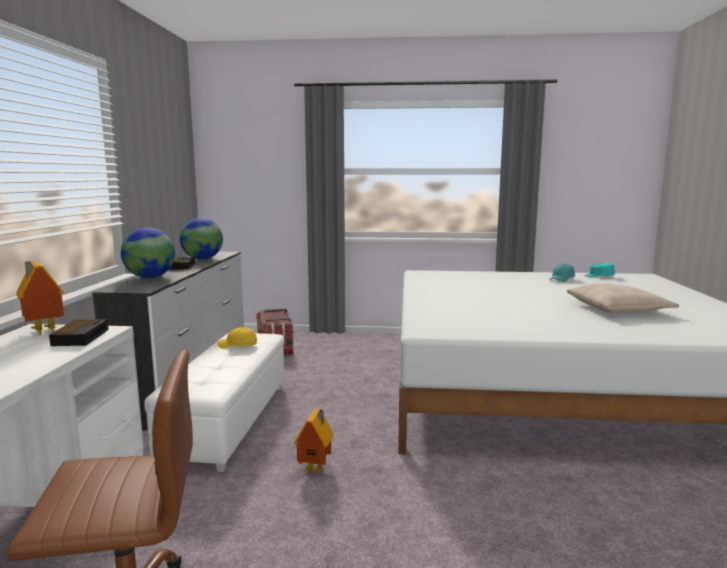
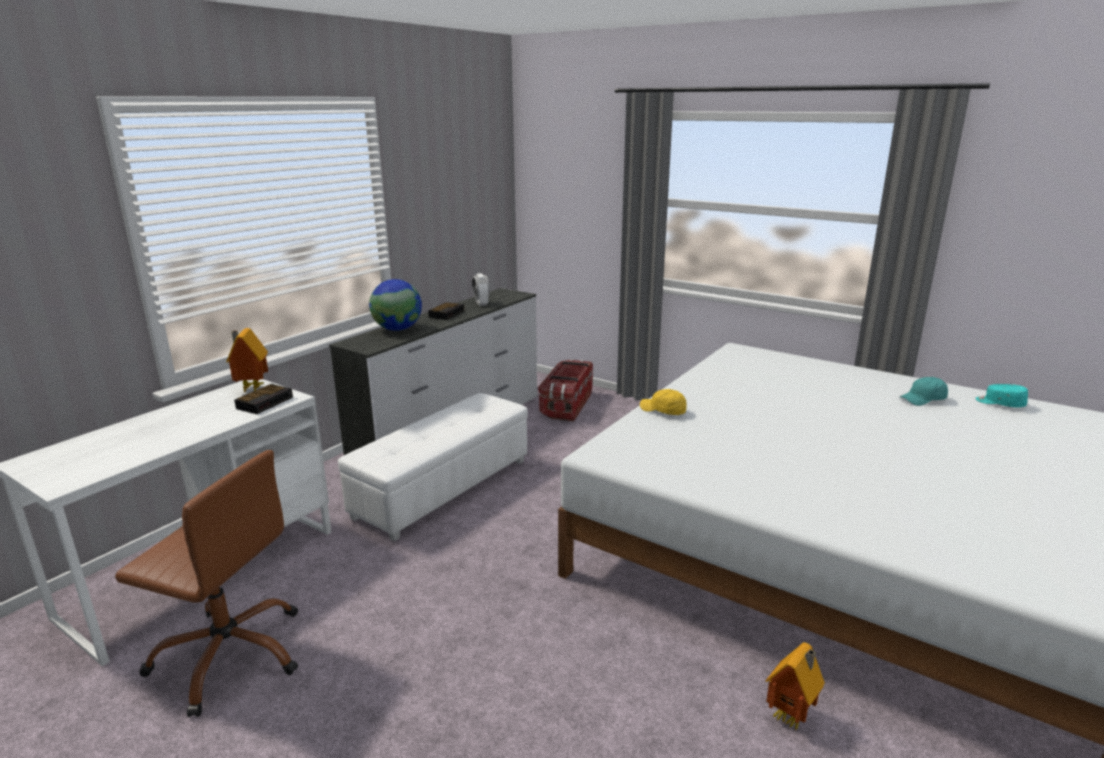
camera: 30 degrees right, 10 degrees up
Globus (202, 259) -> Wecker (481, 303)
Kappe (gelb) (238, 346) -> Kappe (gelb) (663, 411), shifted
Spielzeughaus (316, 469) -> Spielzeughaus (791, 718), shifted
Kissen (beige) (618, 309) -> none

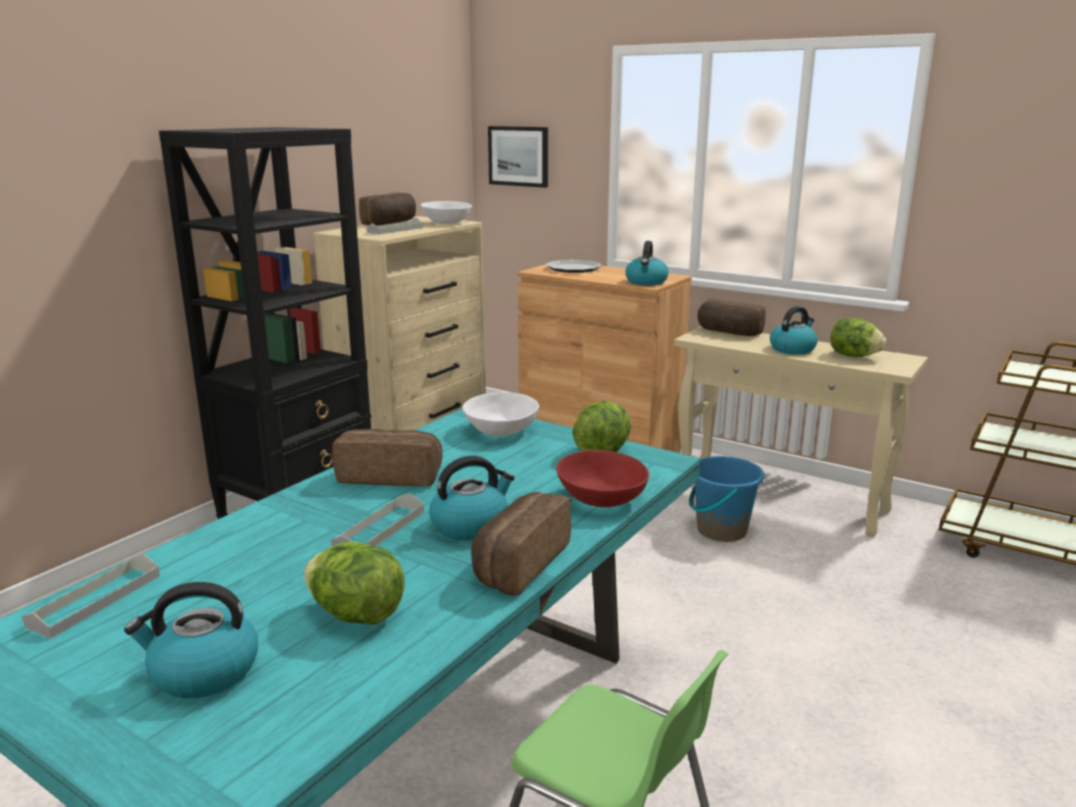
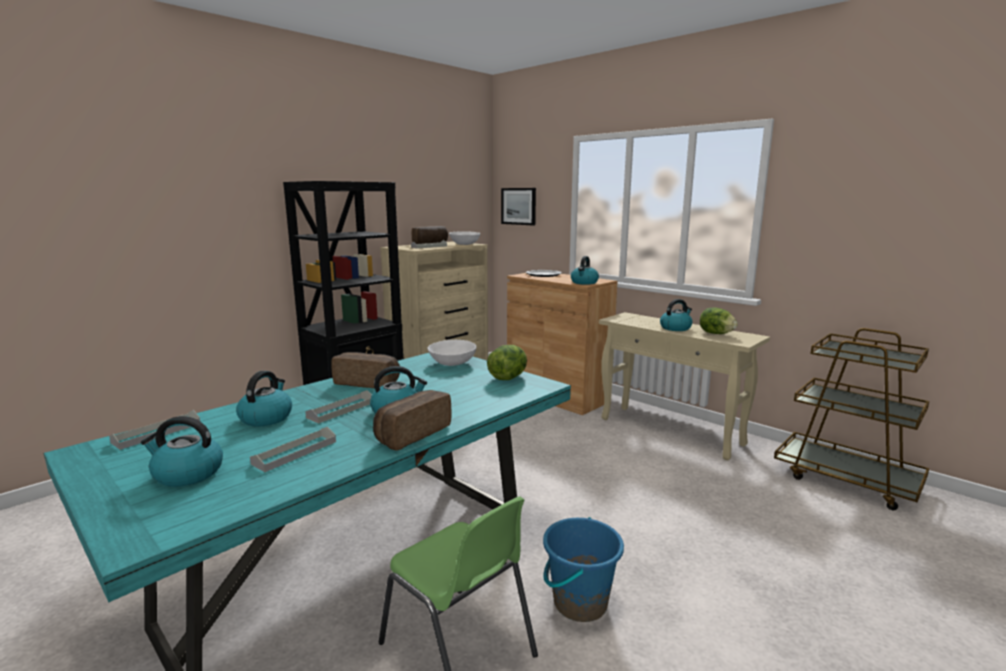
camera: 10 degrees right, 5 degrees down
none -> Wasserkessel (266, 417)
Salatkopf (357, 615) -> Tablett (grau) (295, 452)
Eimer (blau) (721, 530) -> Eimer (blau) (579, 602), shifted
Schüssel (rot) (600, 499) -> none
Brot (728, 332) -> none

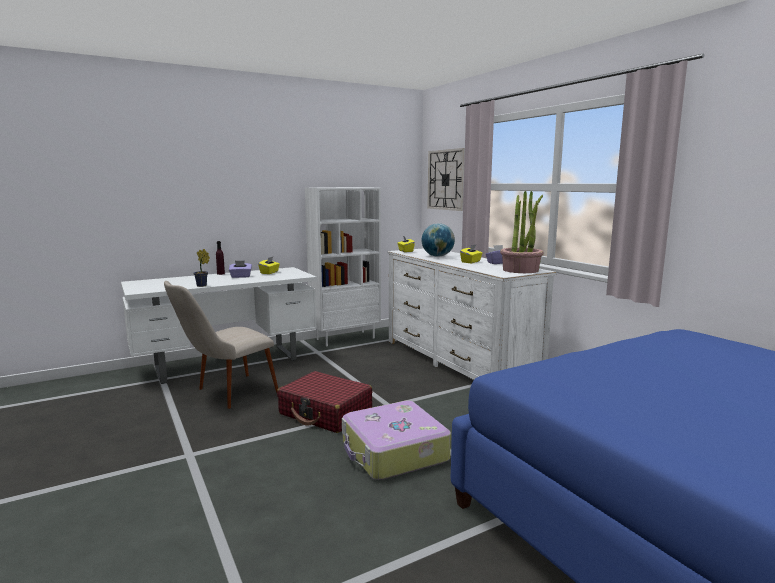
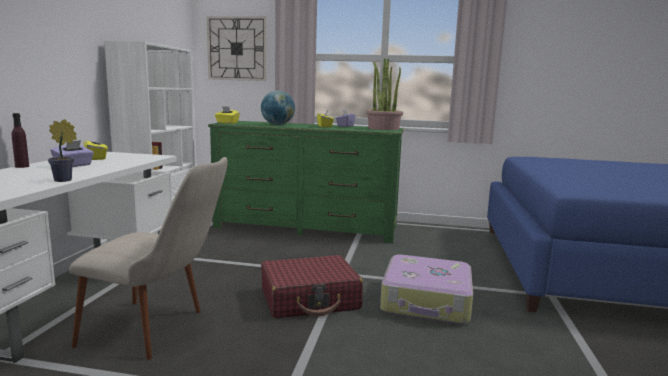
camera: 50 degrees left, 0 degrees up
Stuhl (beige) (225, 394) -> Stuhl (beige) (160, 330), 75 degrees counterclockwise
Kommode (weiß) (457, 361) -> Kommode (grün) (306, 226)

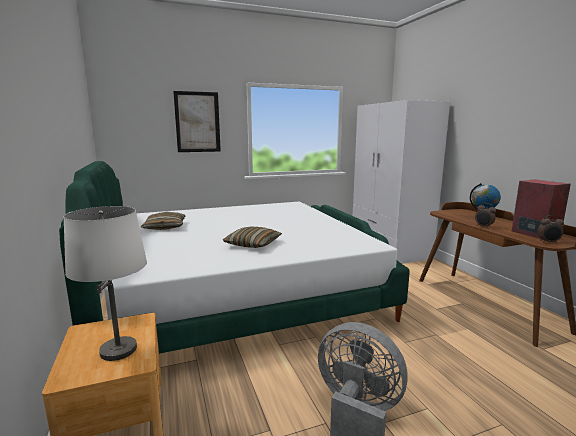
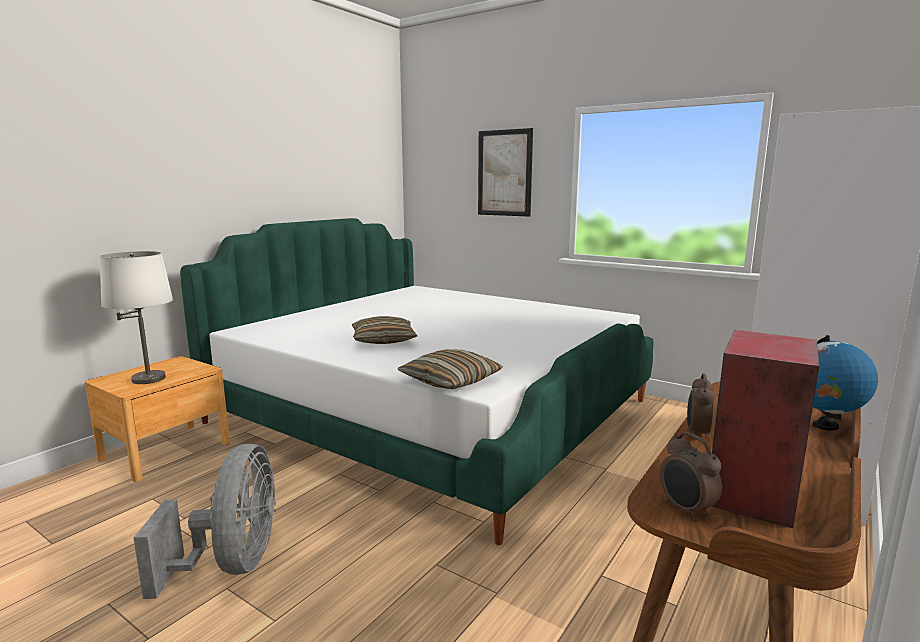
camera: 55 degrees right, 0 degrees up
Kissen (165, 227) -> Kissen (450, 381), shifted

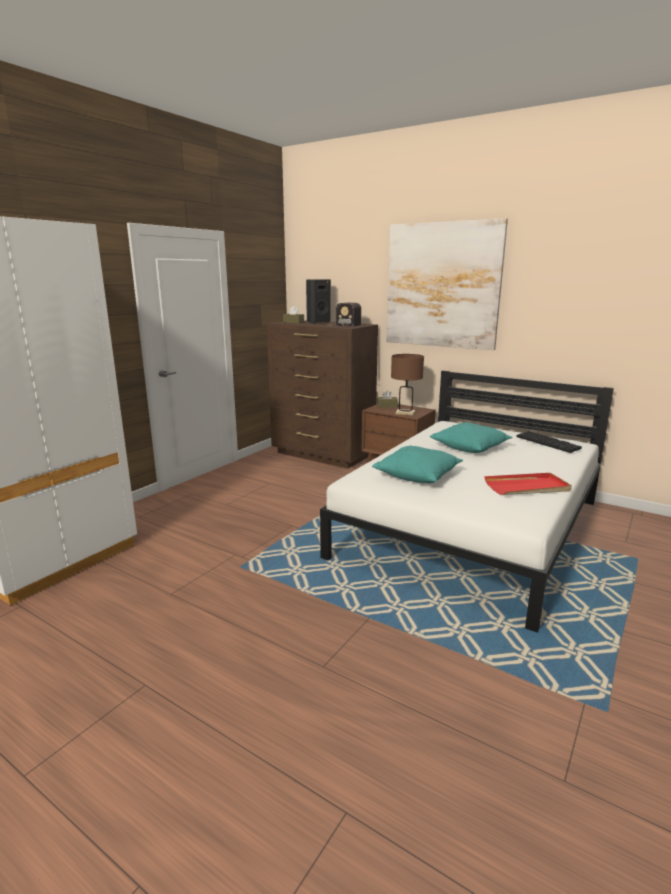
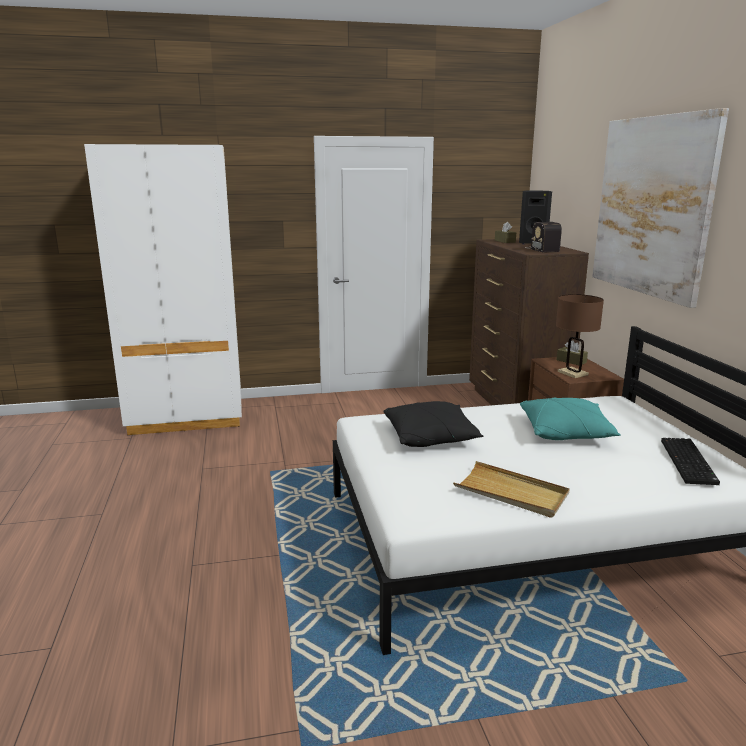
camera: 45 degrees right, 0 degrees up
Kissen (türkis) (417, 475) -> Kissen (schwarz) (431, 437)
Tablett (rot) (527, 487) -> Tablett (beige) (511, 493)

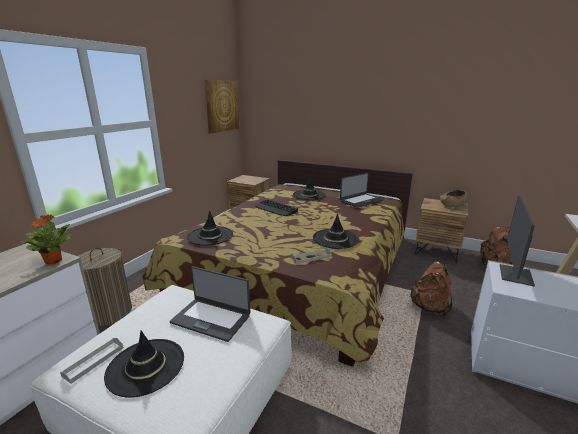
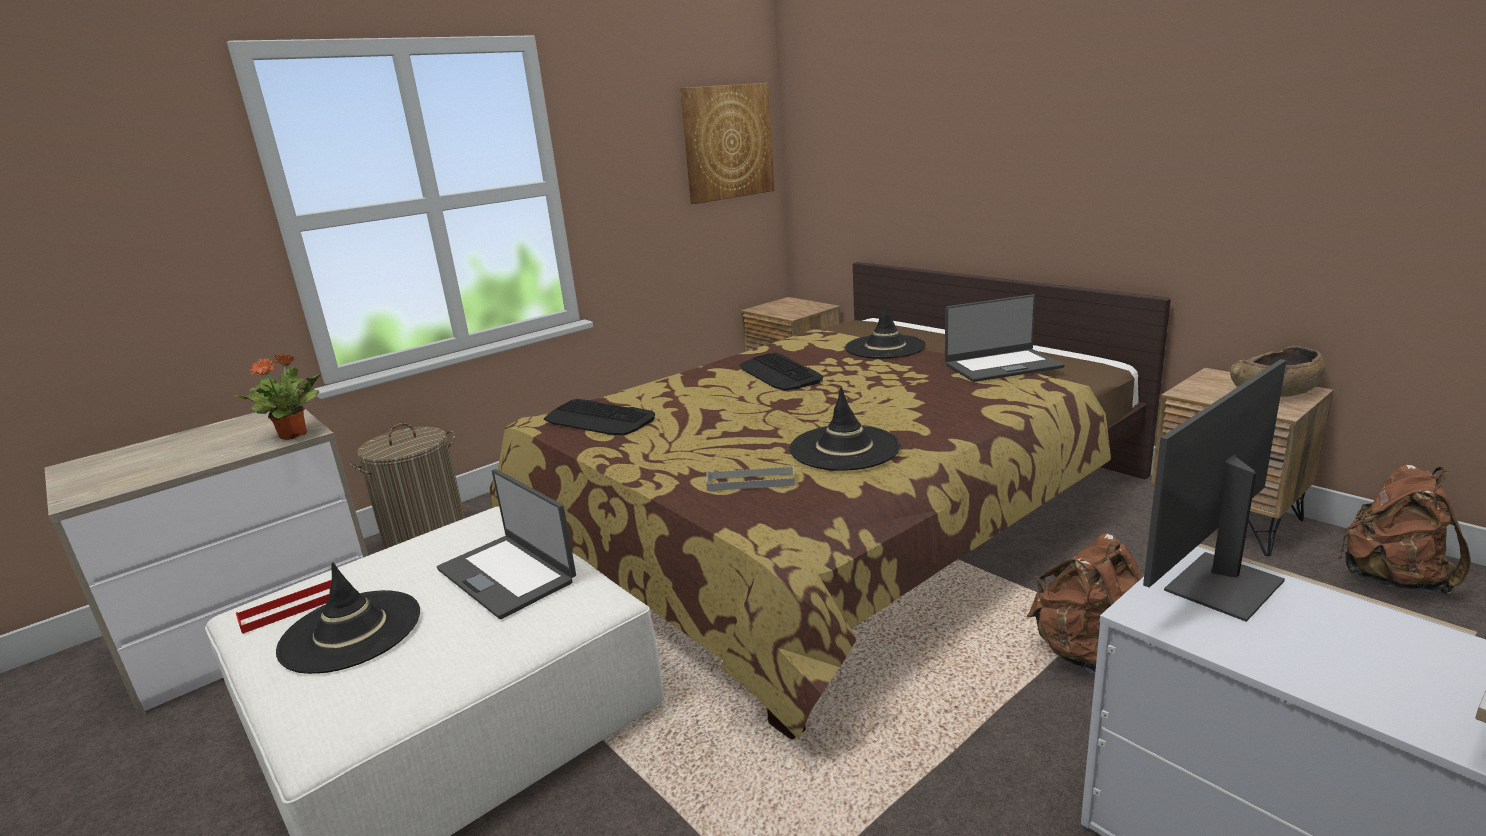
camera: 25 degrees right, 0 degrees up
Tablett (grau) (94, 361) -> Tablett (rot) (293, 608)
Hut (schwarz) (210, 236) -> Tastatur (599, 419)

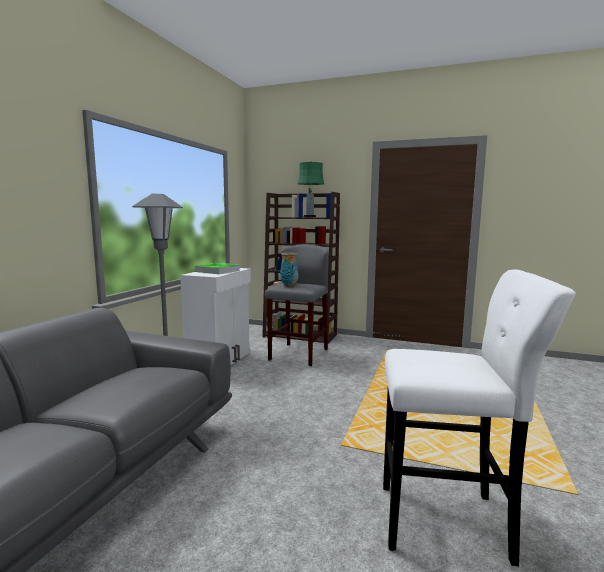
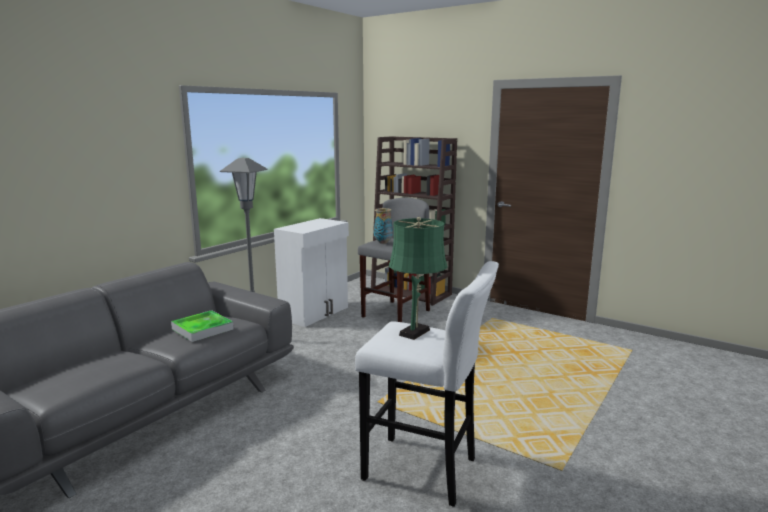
camera: 15 degrees right, 5 degrees up
Tablett (217, 271) -> Tablett (202, 329), shifted
Tischlampe (grün) (310, 217) -> Tischlampe (grün) (416, 331), shifted

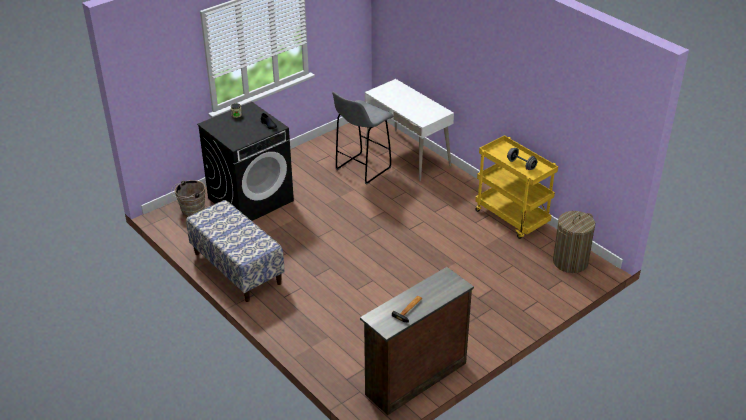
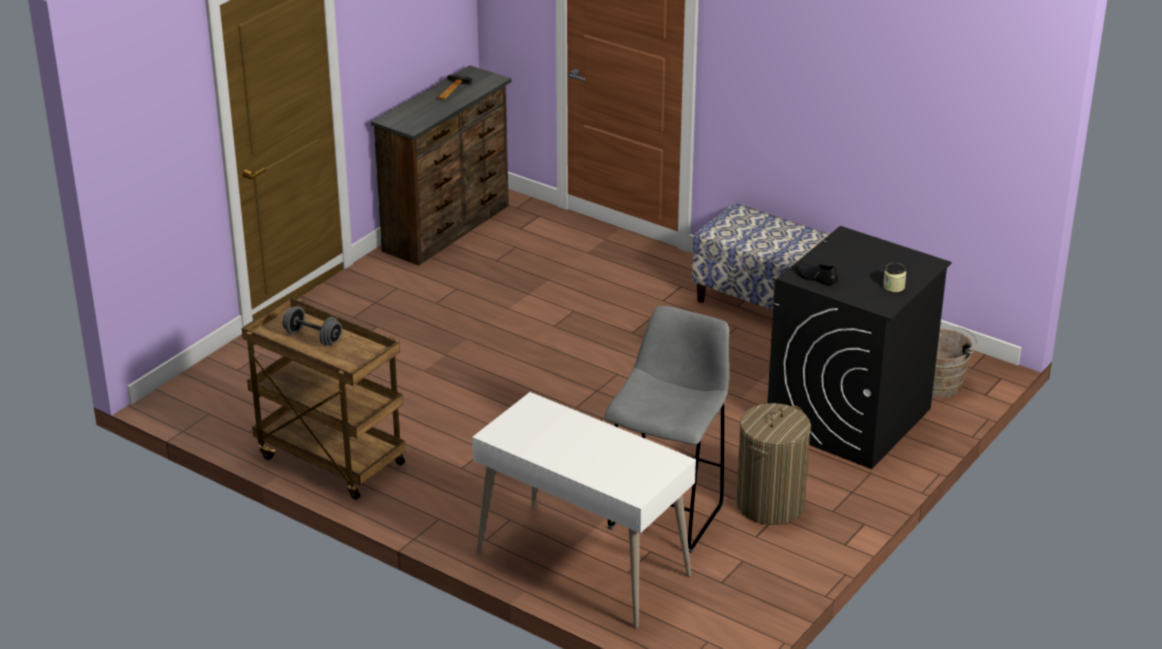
camera: 165 degrees right, 5 degrees down
Rollwagen (gelb) (512, 218) -> Rollwagen (braun) (328, 460)
Wäschekorb (570, 262) -> Wäschekorb (770, 504), shifted

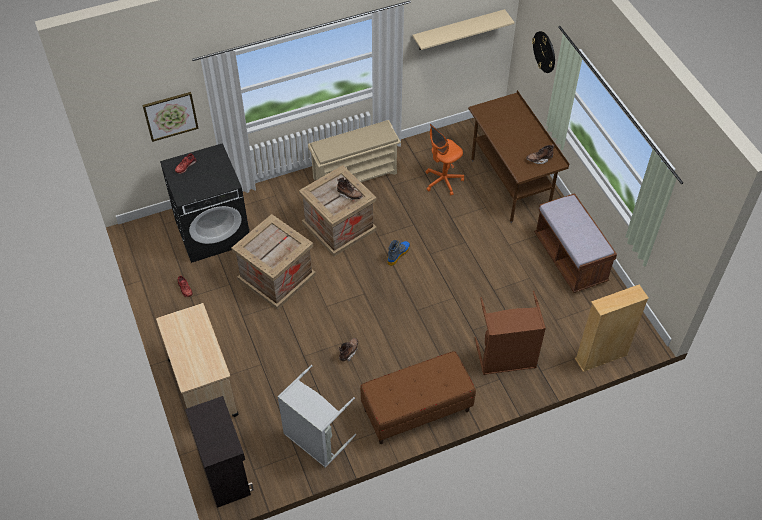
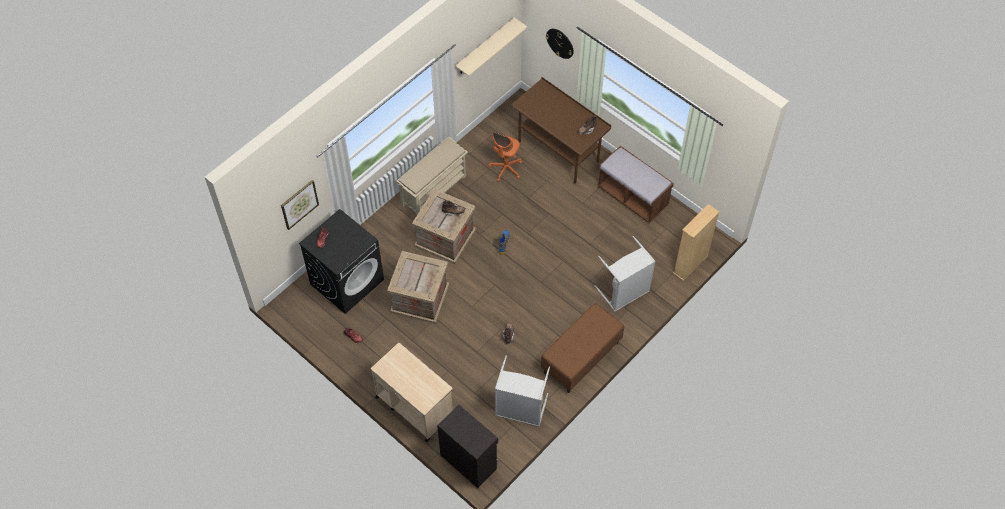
camera: 25 degrees left, 5 degrees up
Wäschekorb (braun) (506, 359) -> Wäschekorb (grau) (625, 293)

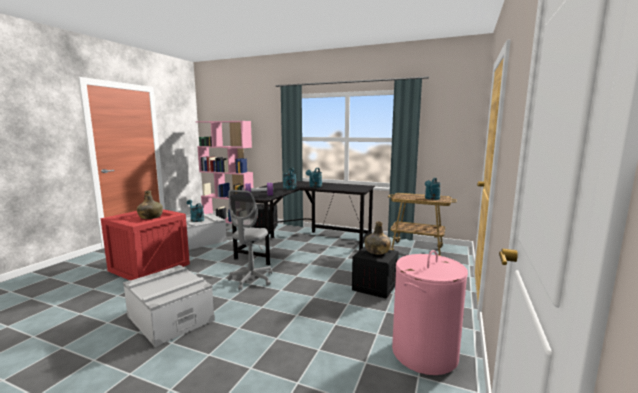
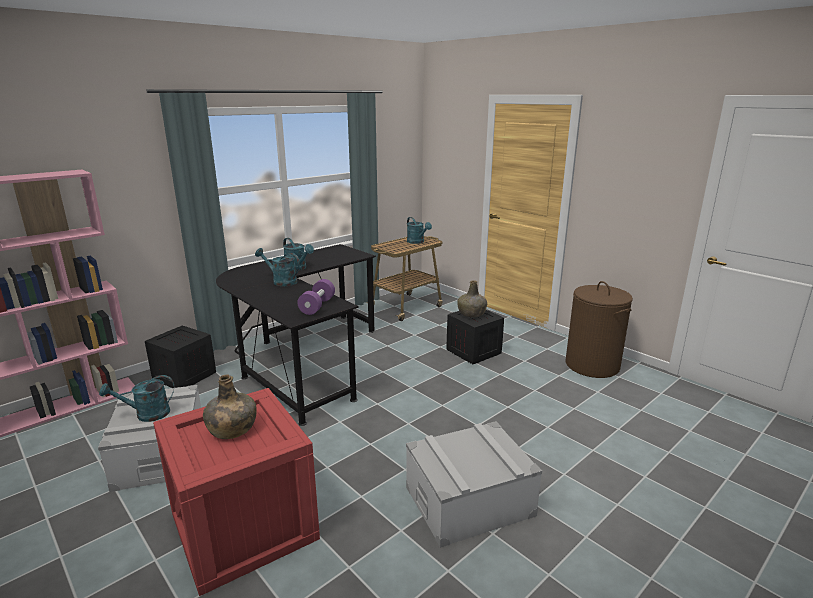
camera: 65 degrees left, 10 degrees up
Wäschekorb (rosa) (424, 353) -> Wäschekorb (braun) (592, 365)
Bürostuhl (grau) (251, 280) -> none

